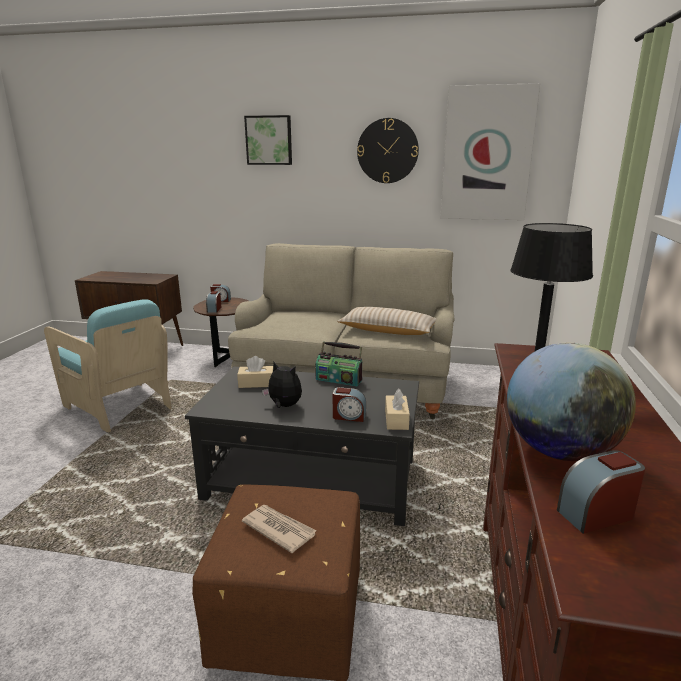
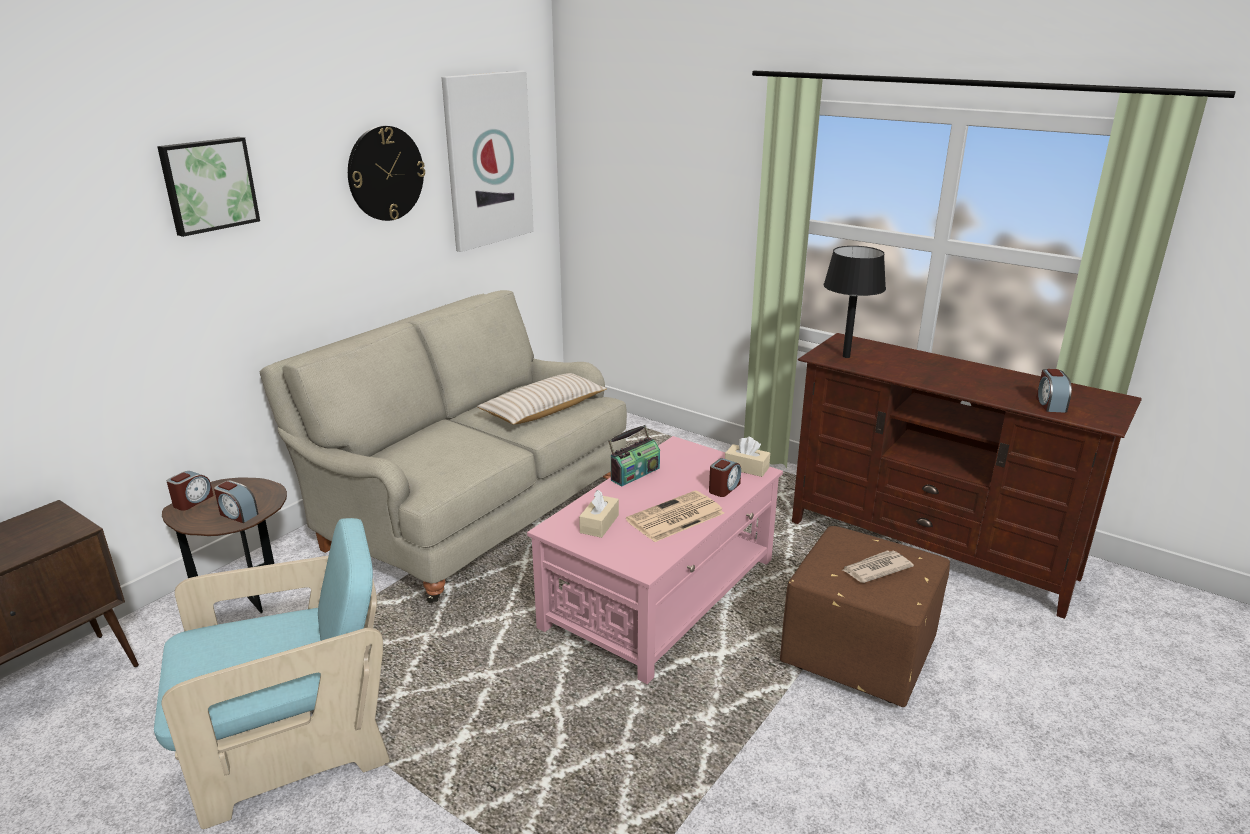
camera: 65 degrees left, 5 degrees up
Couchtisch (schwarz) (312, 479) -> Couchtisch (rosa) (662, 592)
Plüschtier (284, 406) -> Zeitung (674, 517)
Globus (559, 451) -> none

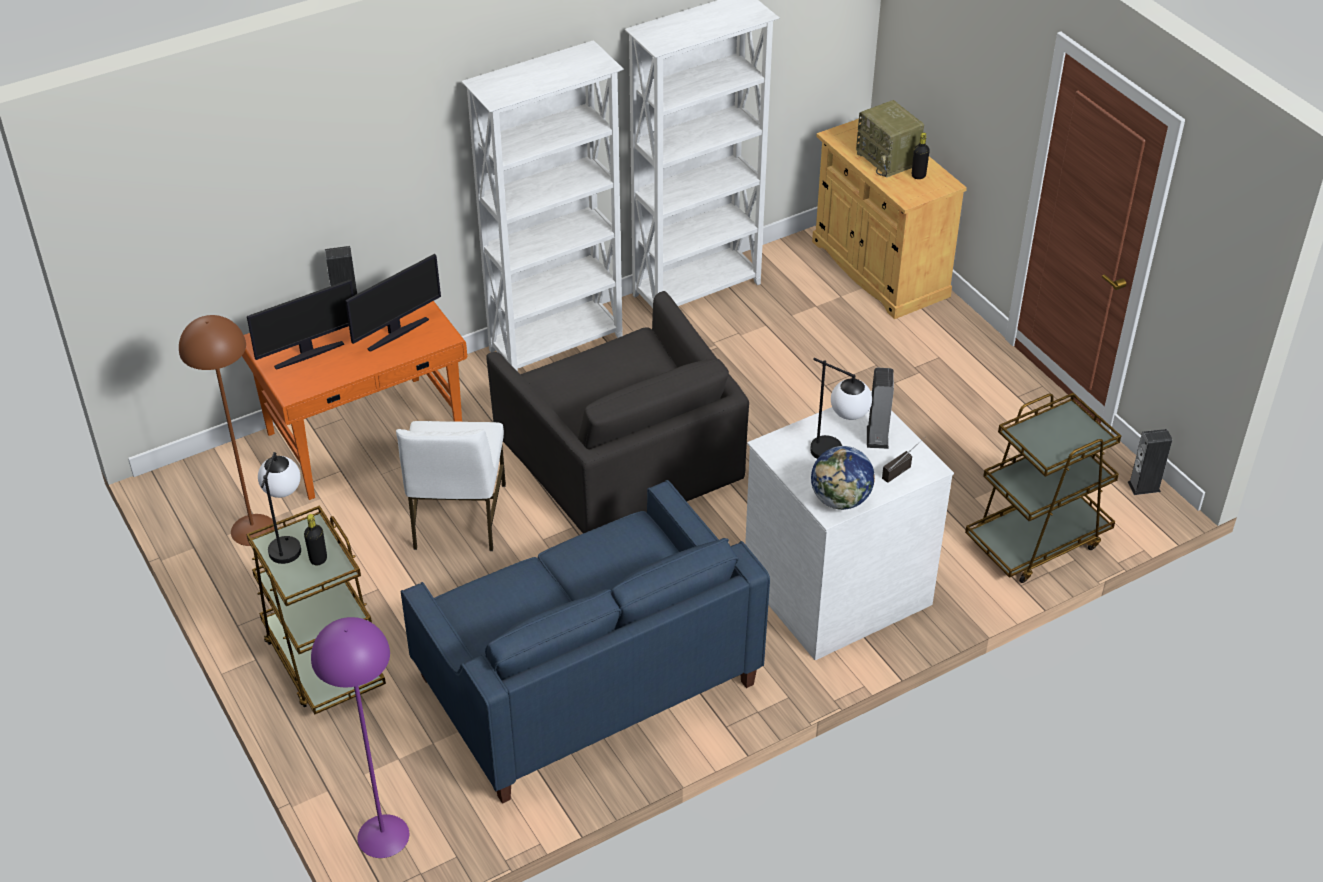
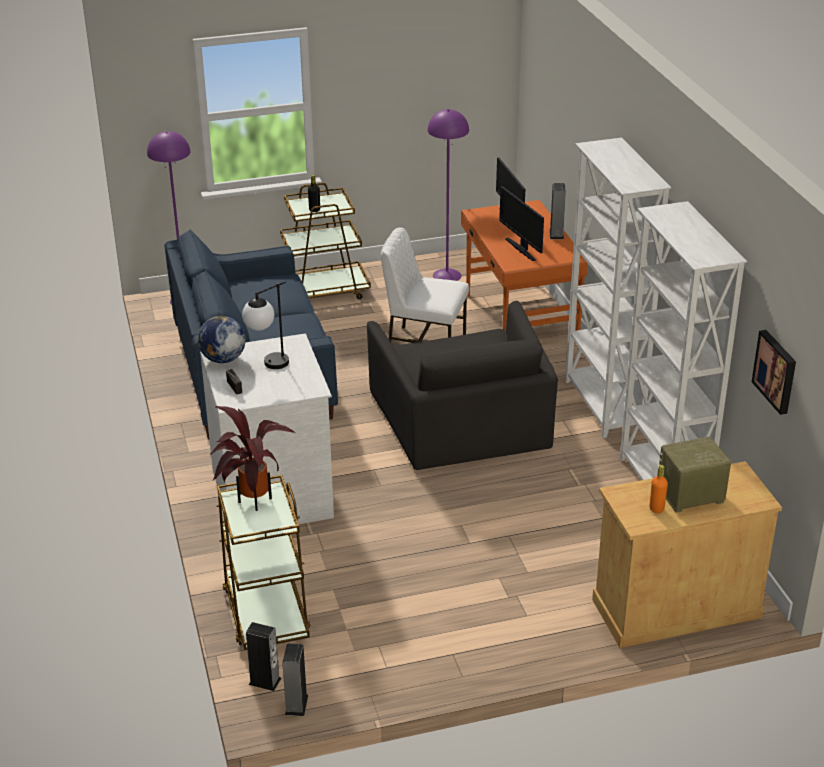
camera: 105 degrees right, 10 degrees down
none -> Topfpflanze (251, 501)
Lautsprecher (877, 437) -> Lautsprecher (265, 681), shifted
Sessel (schwarz) (622, 453) -> Sessel (schwarz) (462, 419), 90 degrees counterclockwise
Stehlampe (braun) (253, 529) -> Stehlampe (lila) (447, 275)
Flasche (schwarz) (918, 175) -> Flasche (orange) (656, 509)
none -> Bild (776, 371)
Tischlampe (288, 541) -> none

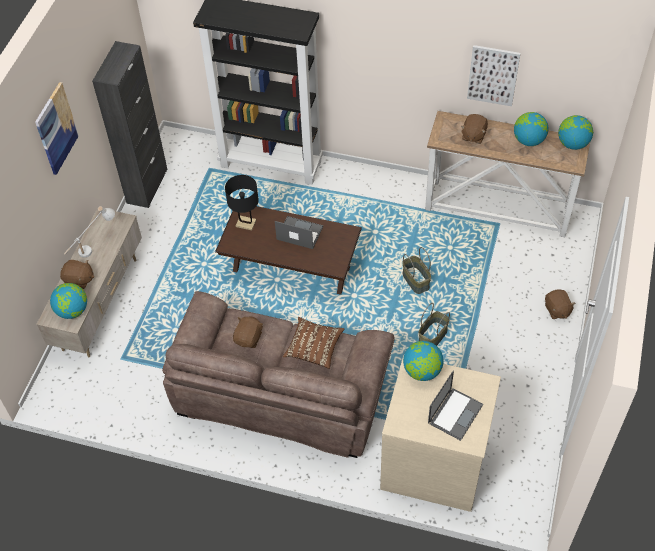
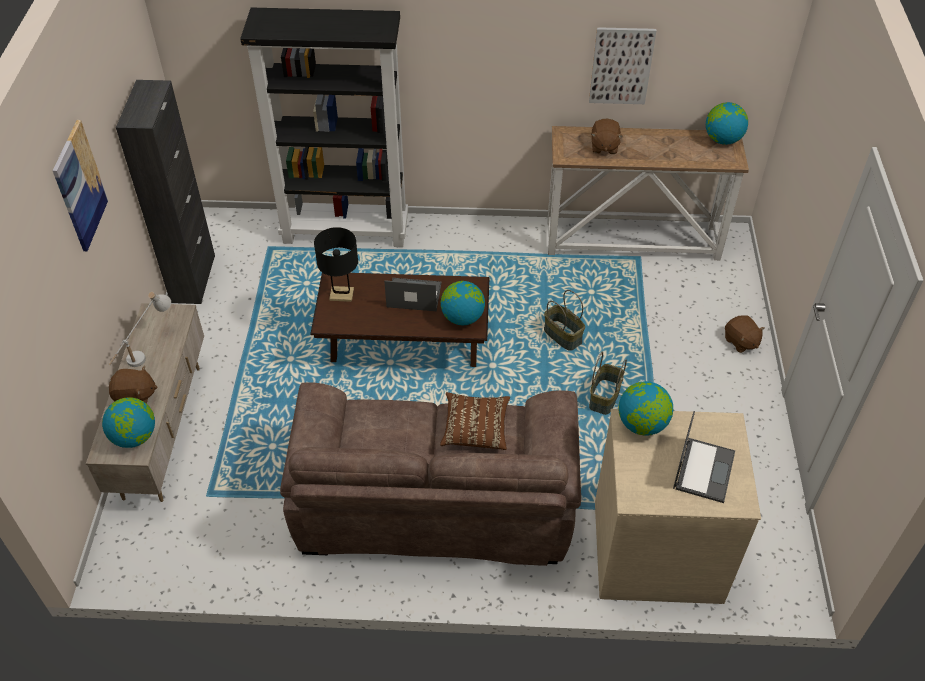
camera: 15 degrees left, 5 degrees down
Globus (528, 140) -> Globus (462, 317), shifted
Plüschtier (braun) (249, 338) -> none

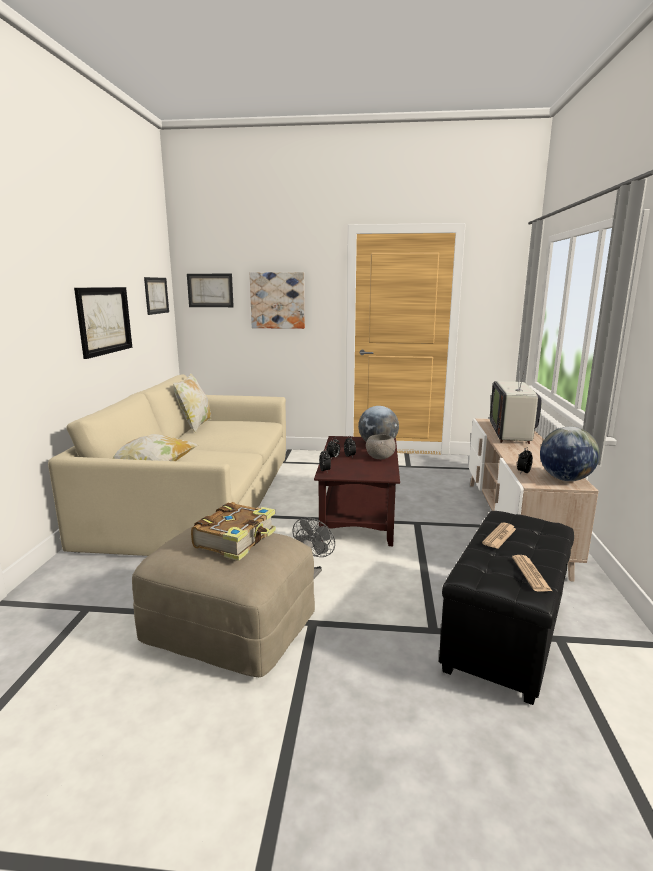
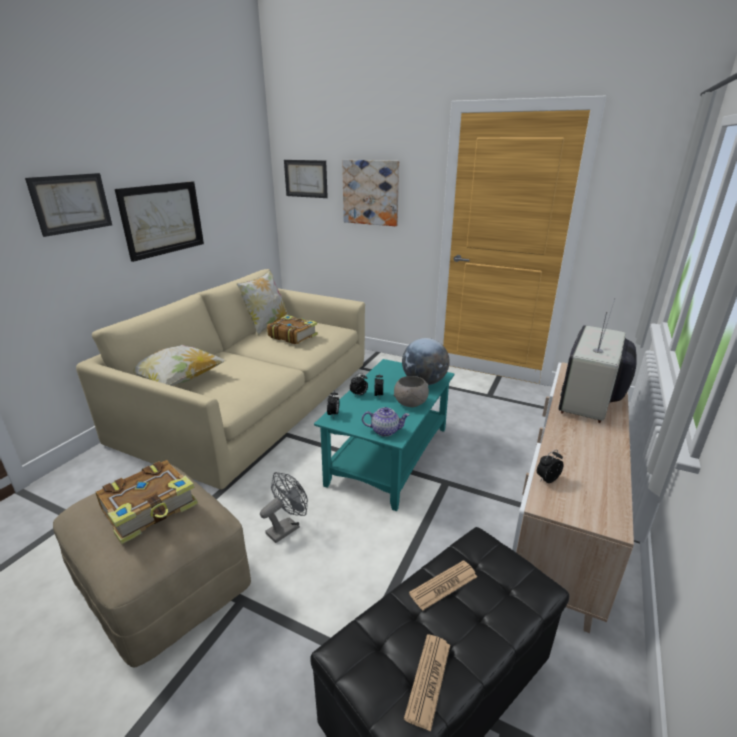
camera: 20 degrees right, 10 degrees up
Bild (156, 295) -> Bild (71, 203), shifted
none -> Buch (292, 336)
Couchtisch (braun) (358, 514) -> Couchtisch (türkis) (389, 454)
none -> Teekanne (385, 431)
Globus (565, 479) -> none

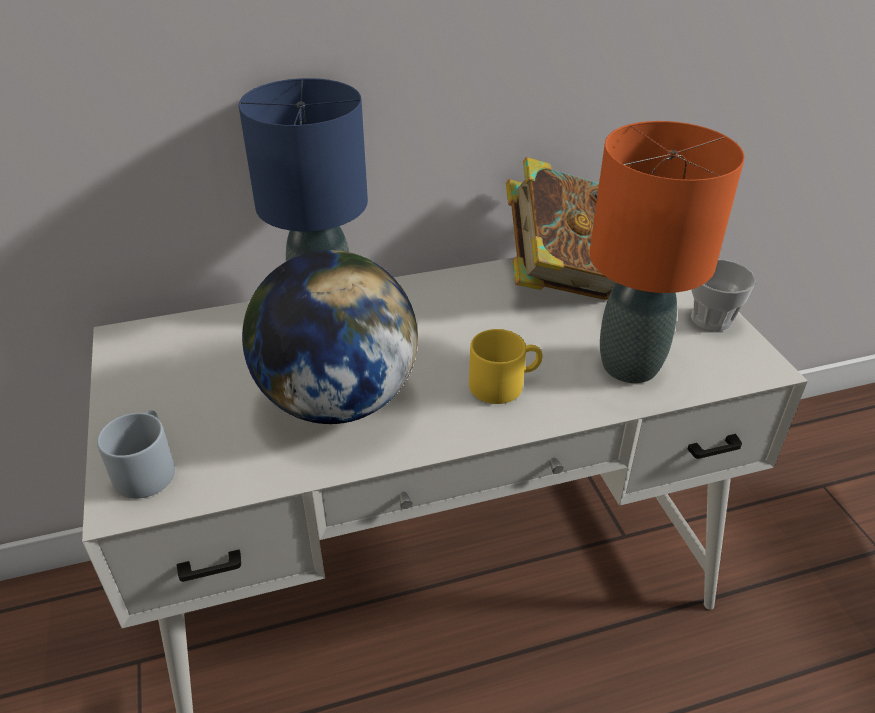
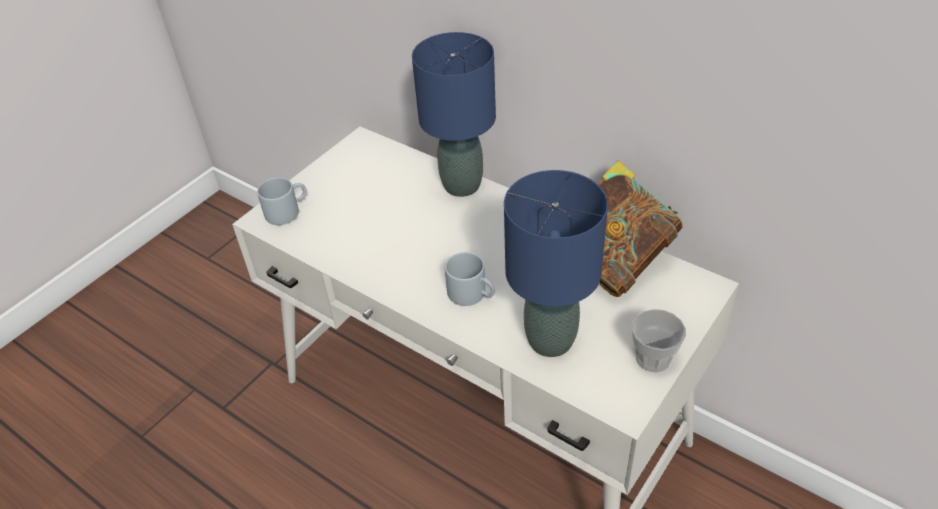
camera: 55 degrees right, 5 degrees up
Henkelbecher (gelb) (504, 383) -> Henkelbecher (grau) (472, 294)
Tischlampe (orange) (629, 366) -> Tischlampe (blau) (549, 340)
Globus (337, 400) -> none

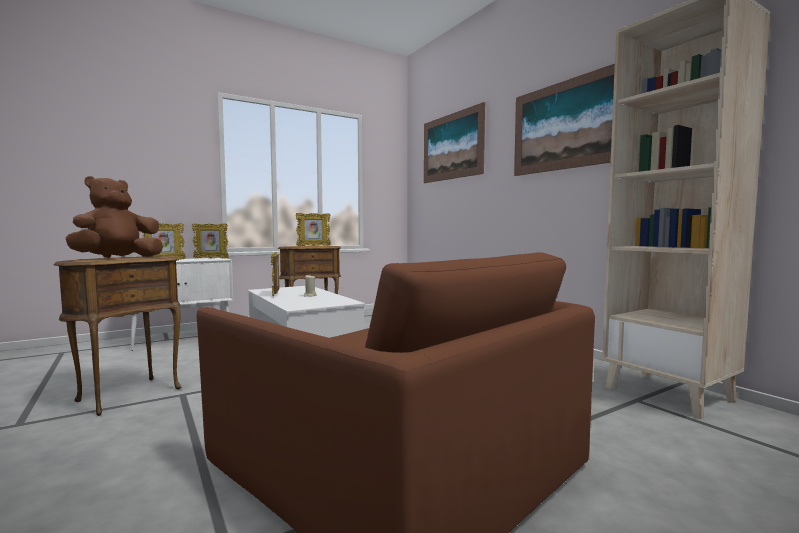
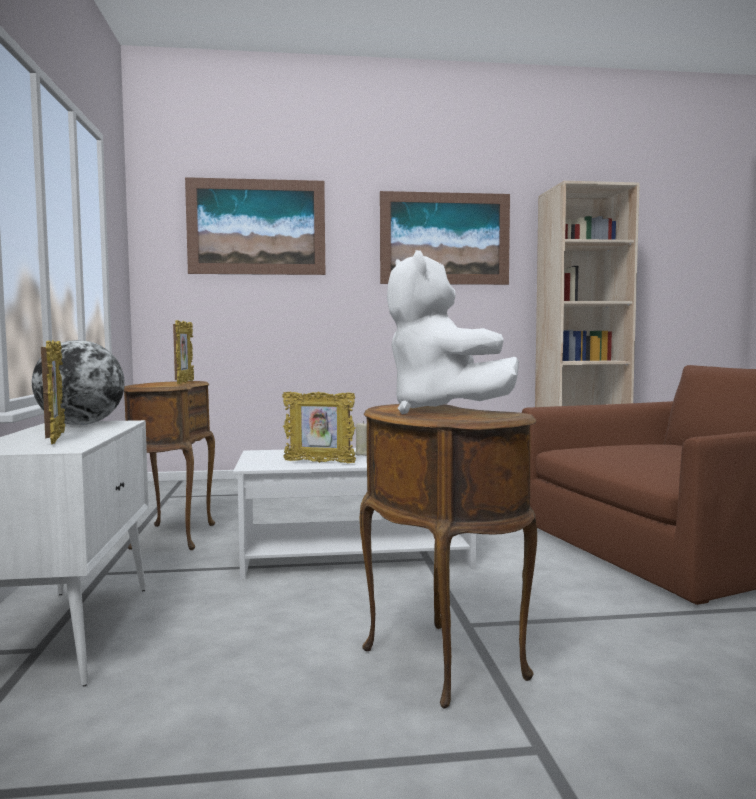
camera: 65 degrees left, 0 degrees up
Bilderrahmen (211, 258) -> Globus (81, 425)
Plüschtier (braun) (117, 258) -> Plüschtier (weiß) (440, 411)

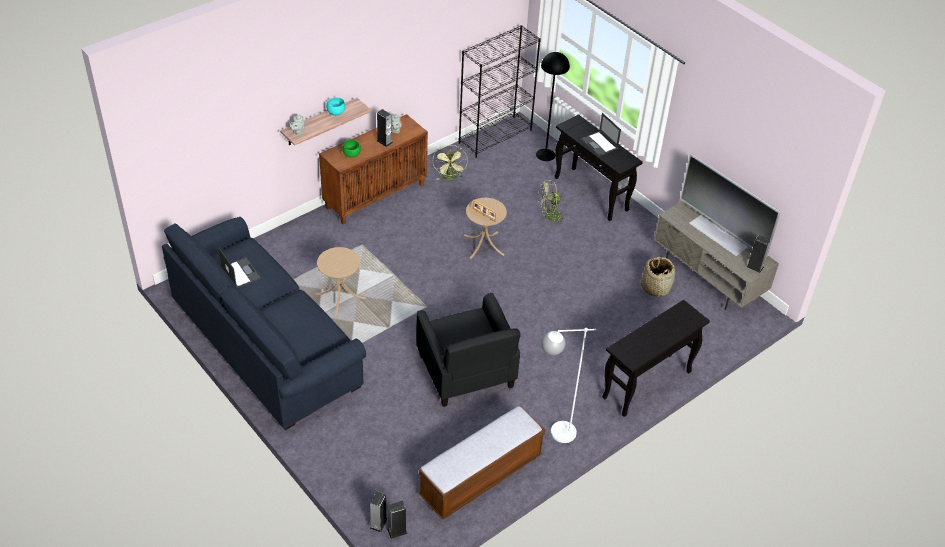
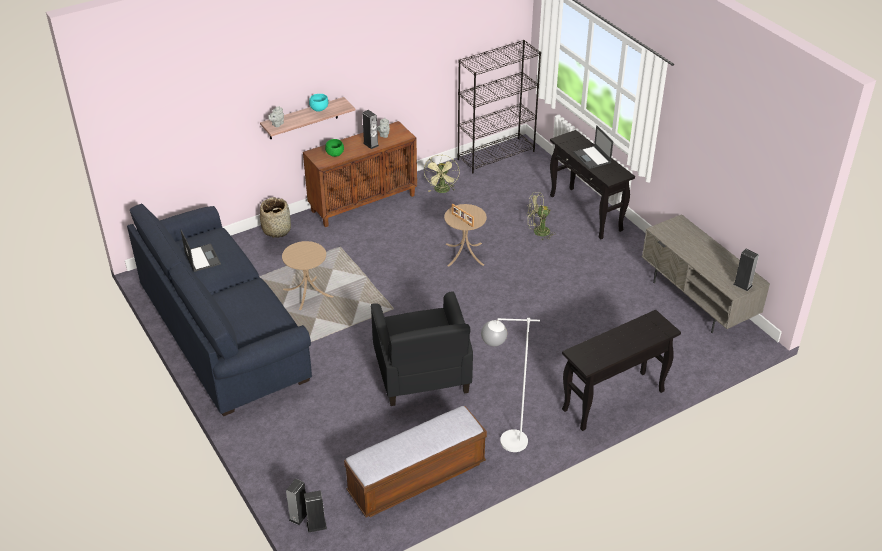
camera: 10 degrees right, 5 degrees down
Korb (655, 287) -> Korb (277, 229), shifted
Stehlampe (schwarz) (545, 154) -> none
Fernseher (718, 234) -> none

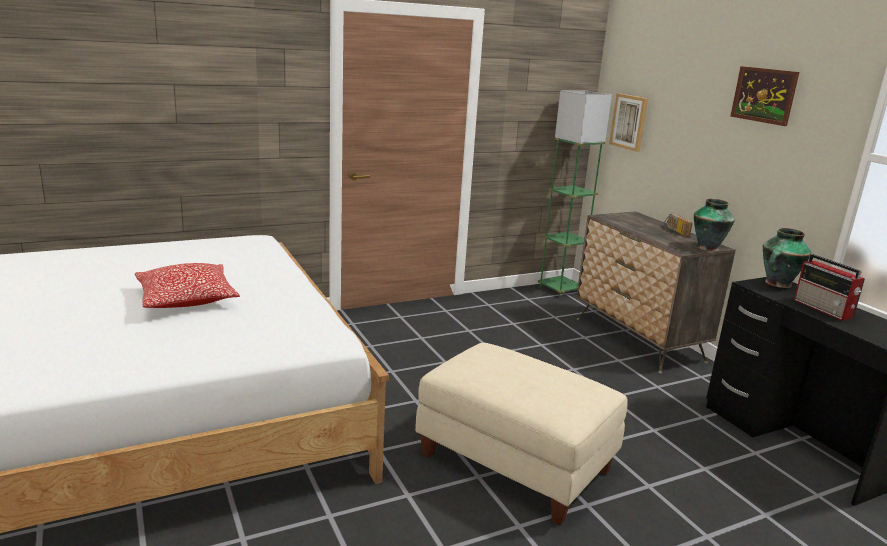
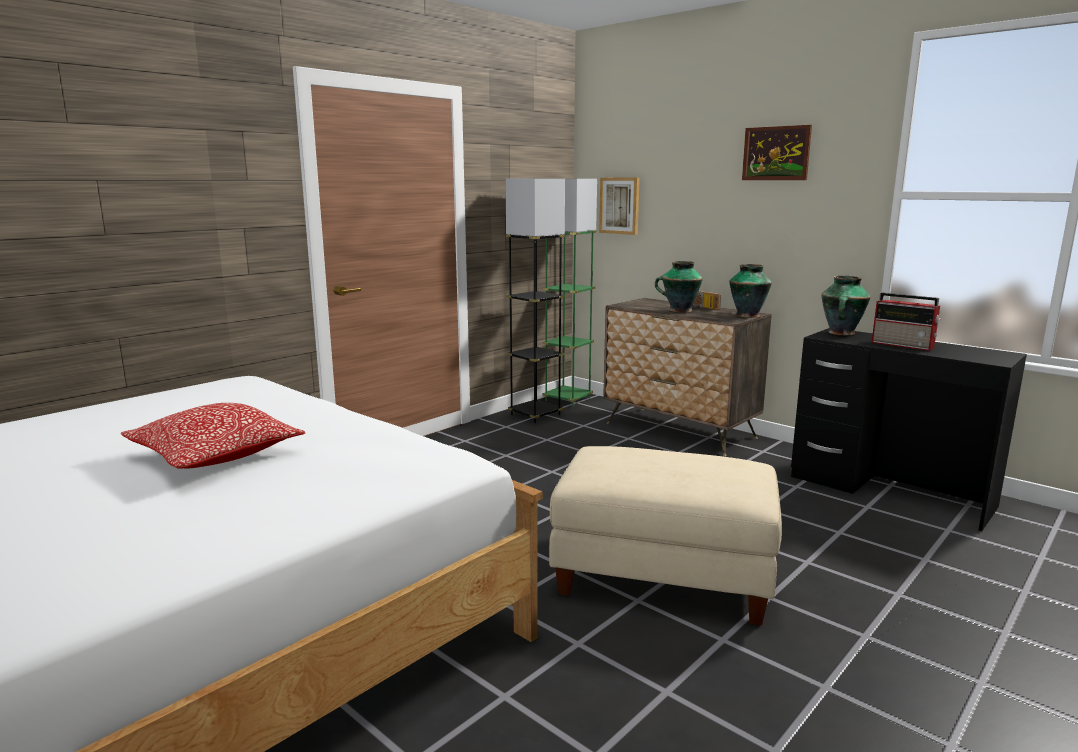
camera: 20 degrees left, 5 degrees down
none -> Stehlampe (grau) (535, 415)
none -> Vase (679, 310)

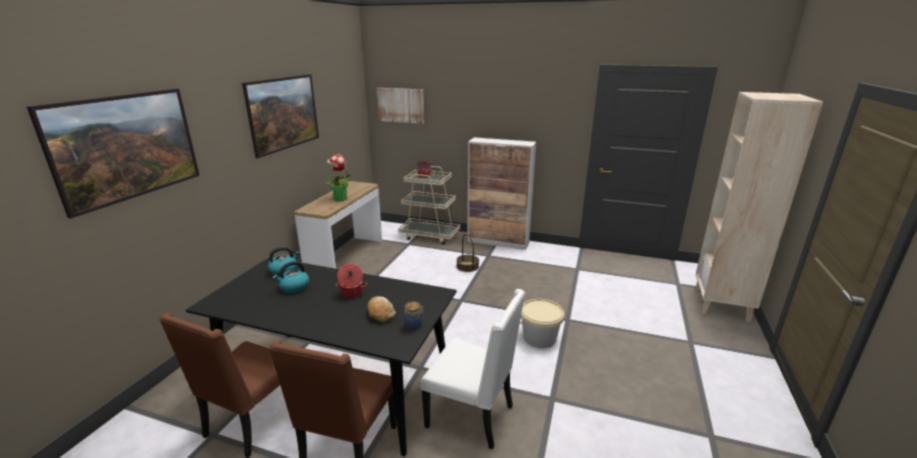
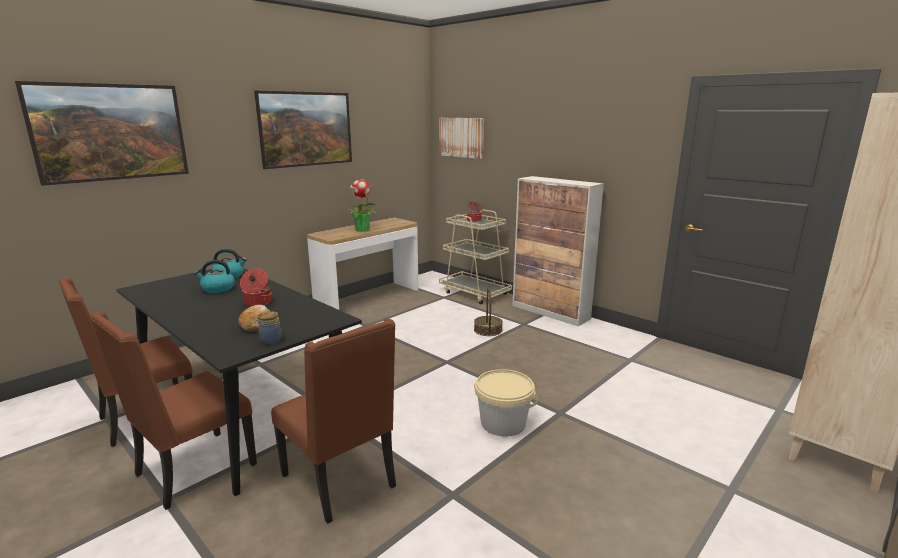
camera: 25 degrees right, 5 degrees down
Stuhl (weiß) (472, 416) -> Stuhl (braun) (341, 481)

